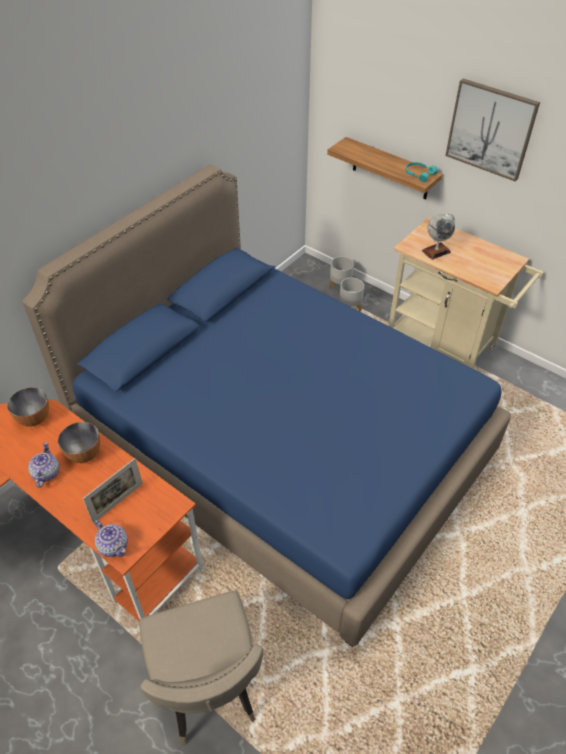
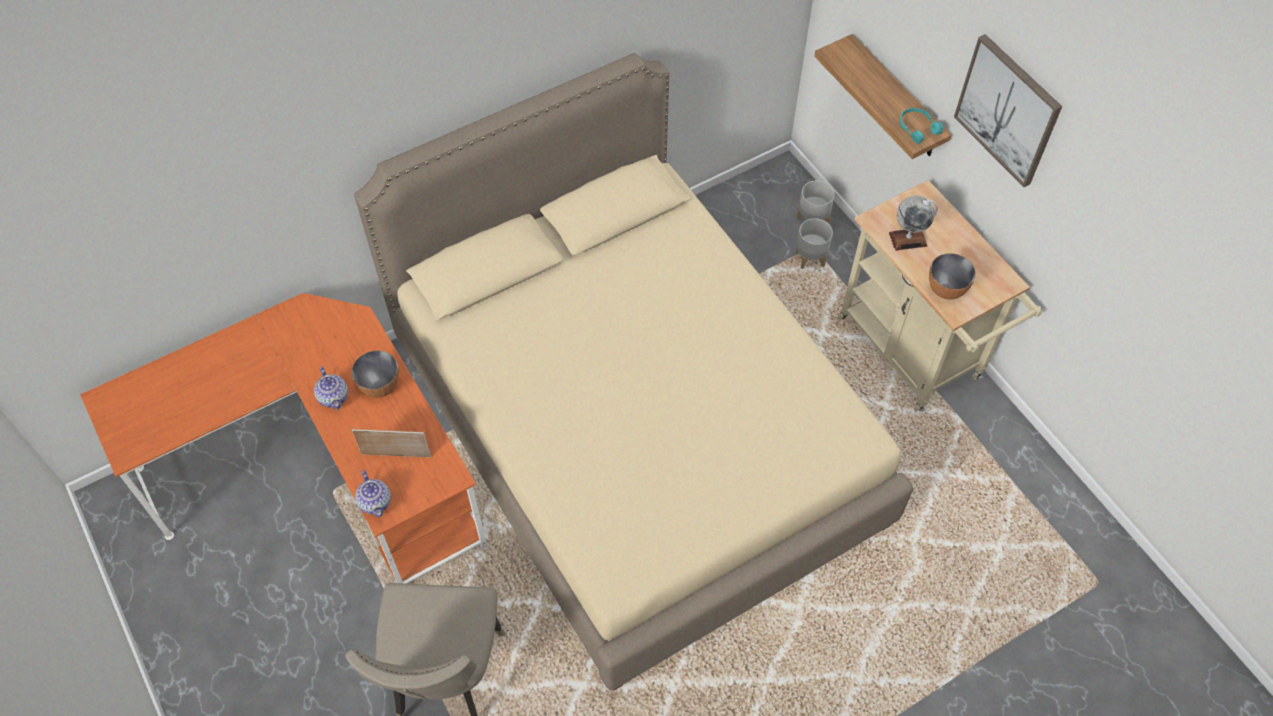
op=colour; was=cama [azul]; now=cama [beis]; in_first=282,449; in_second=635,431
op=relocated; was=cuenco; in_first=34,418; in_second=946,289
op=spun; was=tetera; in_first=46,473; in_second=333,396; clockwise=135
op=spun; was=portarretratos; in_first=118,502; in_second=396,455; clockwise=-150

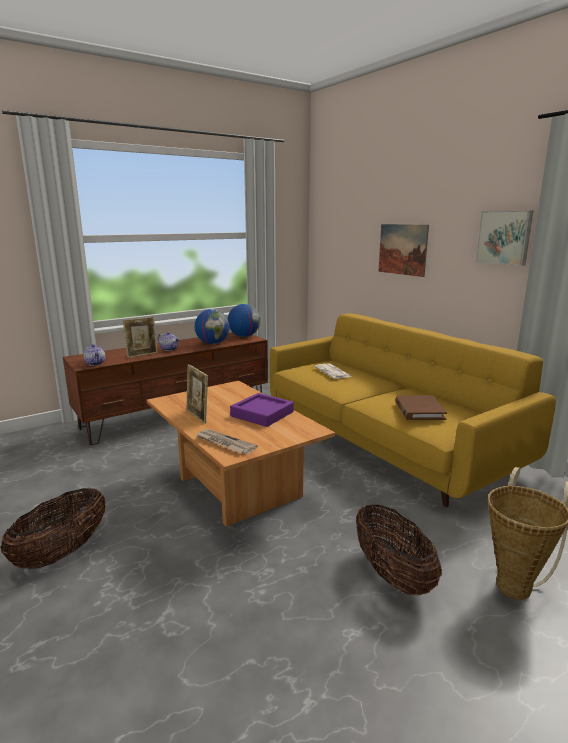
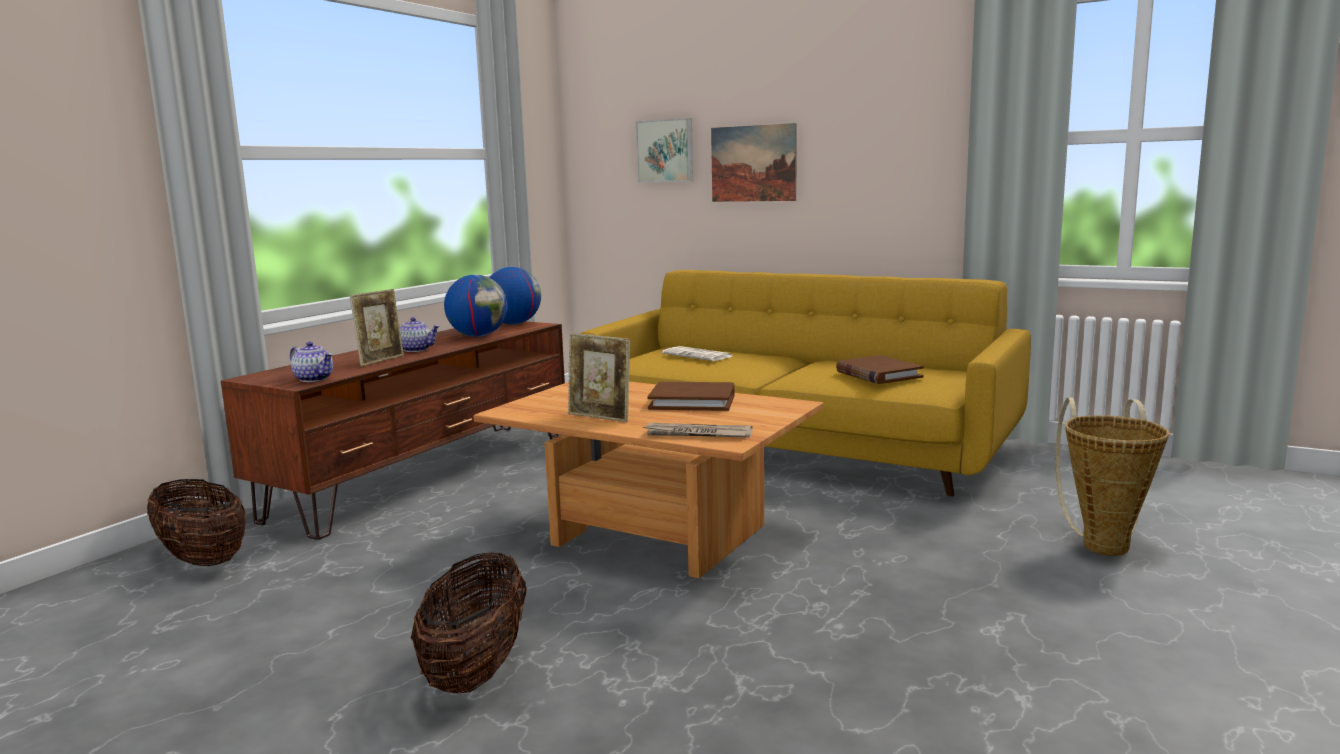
op=relocated; was=cuadro; in_first=504,237; in_second=666,151
op=exchanged; was=bandeja [morado]; now=libro [marrón]; in_first=262,414; in_second=692,401
op=relocated; was=cesta; in_first=392,575; in_second=203,559

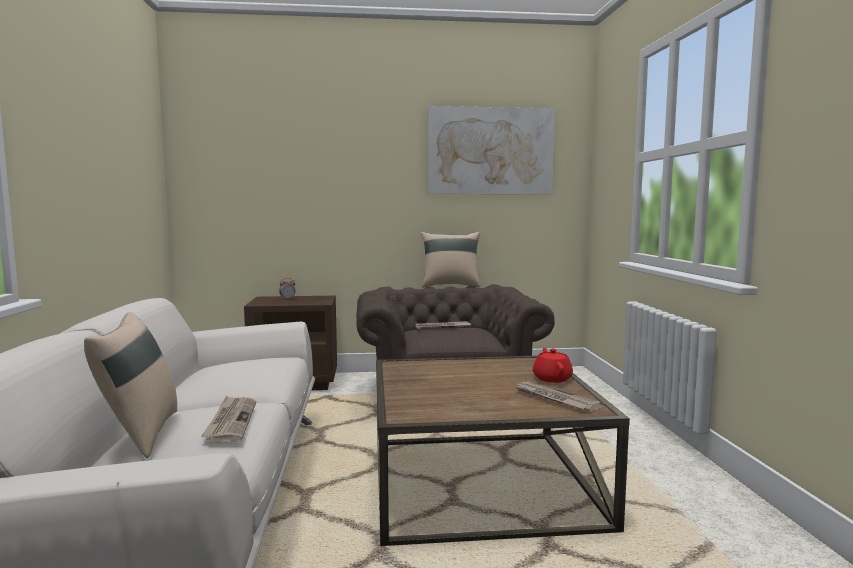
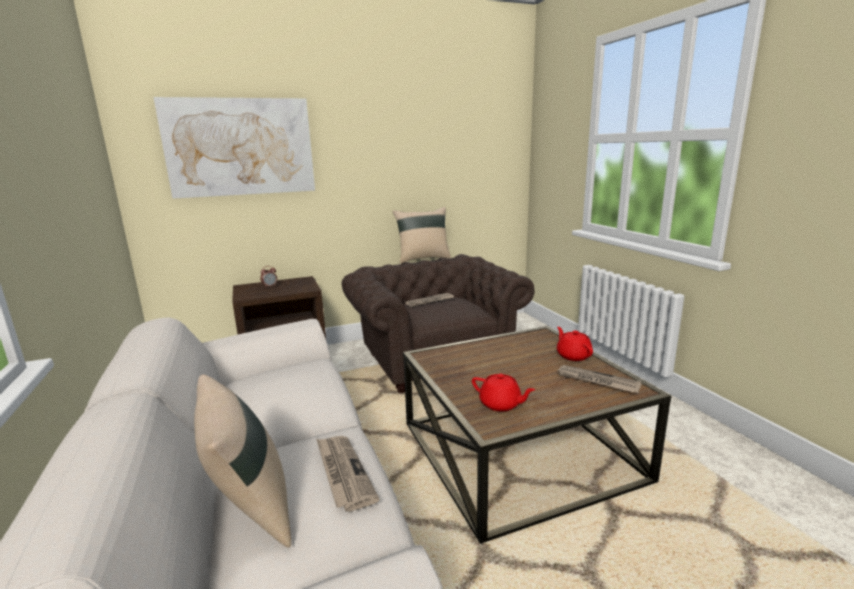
op=relocated; was=cuadro; in_first=490,151; in_second=240,147
op=appeared; now=tetera [rojo]; in_second=501,404

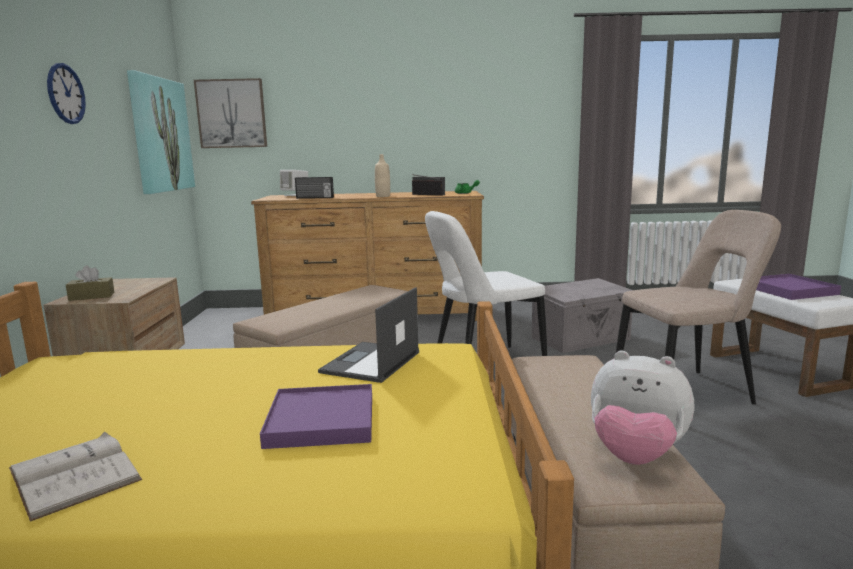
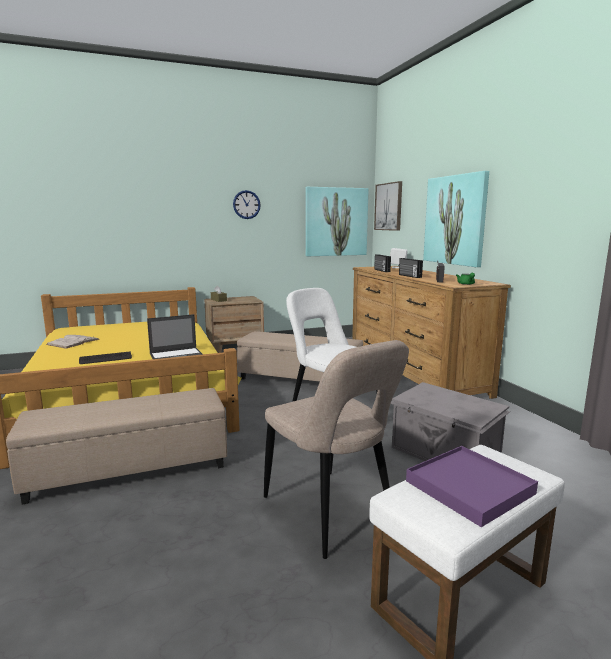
op=exchanged; was=botella [beis]; now=radio; in_first=383,196; in_second=409,276
op=spun; was=portátil; in_first=370,363; in_second=177,356; clockwise=150
op=missing; was=peluche; in_first=635,456
op=exchanged; was=bandeja [morado]; now=teclado; in_first=321,420; in_second=105,359
op=appeared; now=cuadro; in_second=455,220

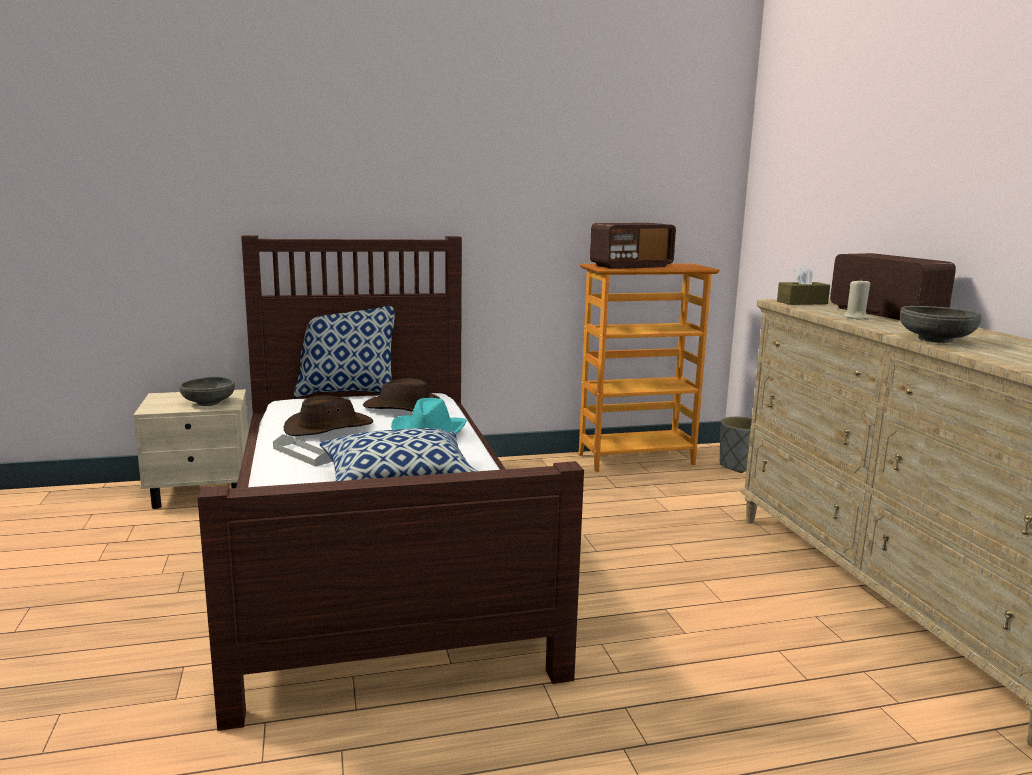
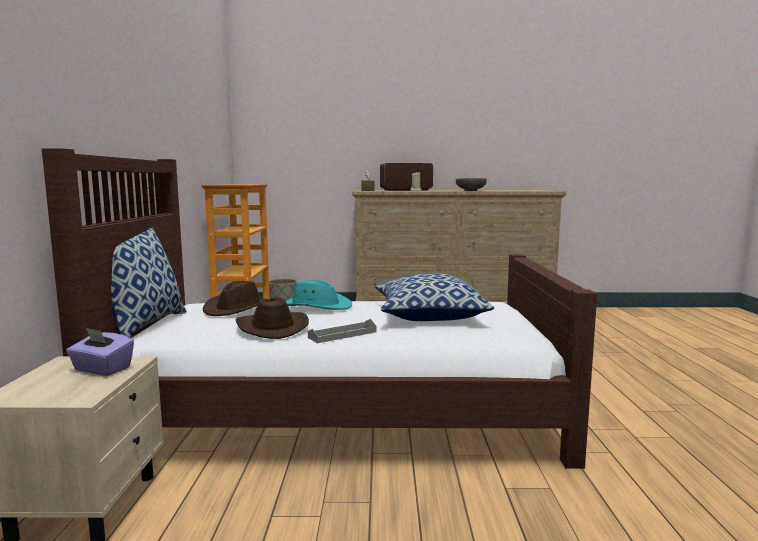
op=missing; was=radio; in_first=631,266
op=exchanged; was=cuenco [gris]; now=caja de pañuelos [morado]; in_first=209,403; in_second=101,369

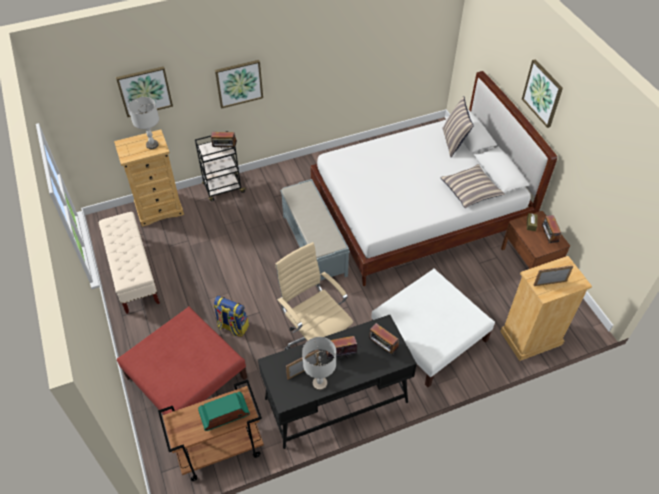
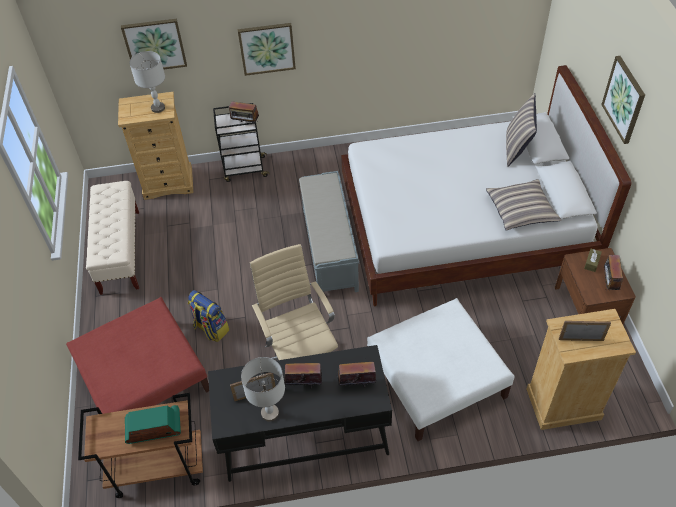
op=spun; was=radio; in_first=382,347; in_second=356,383; clockwise=120

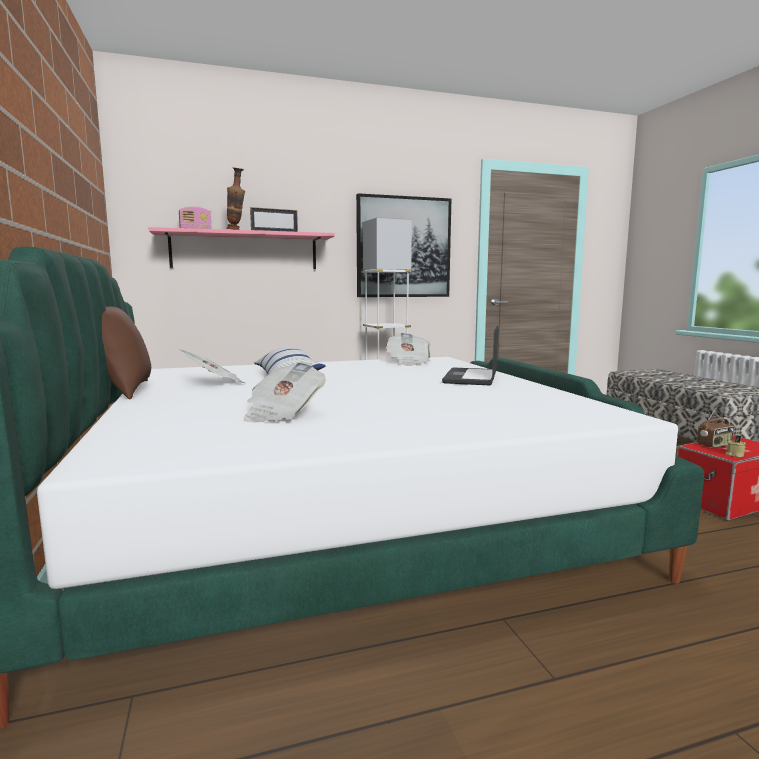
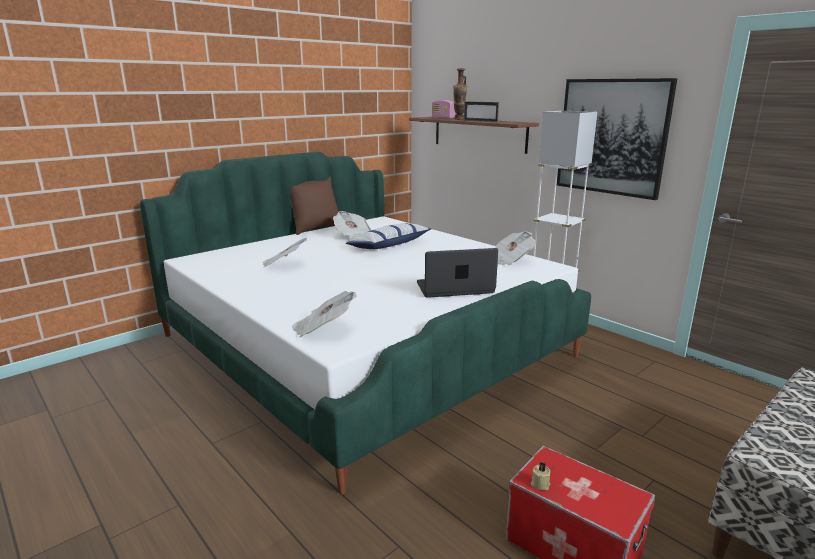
op=colour; was=estante [rosa]; now=estante [marrón]; in_first=245,251; in_second=479,134
op=missing; was=radio; in_first=714,445
op=appeared; now=periódico; in_second=323,329

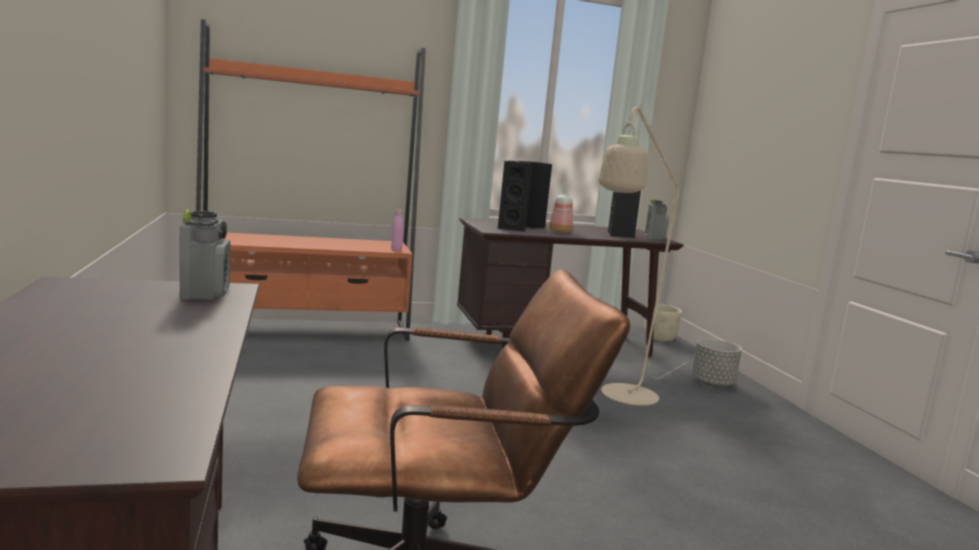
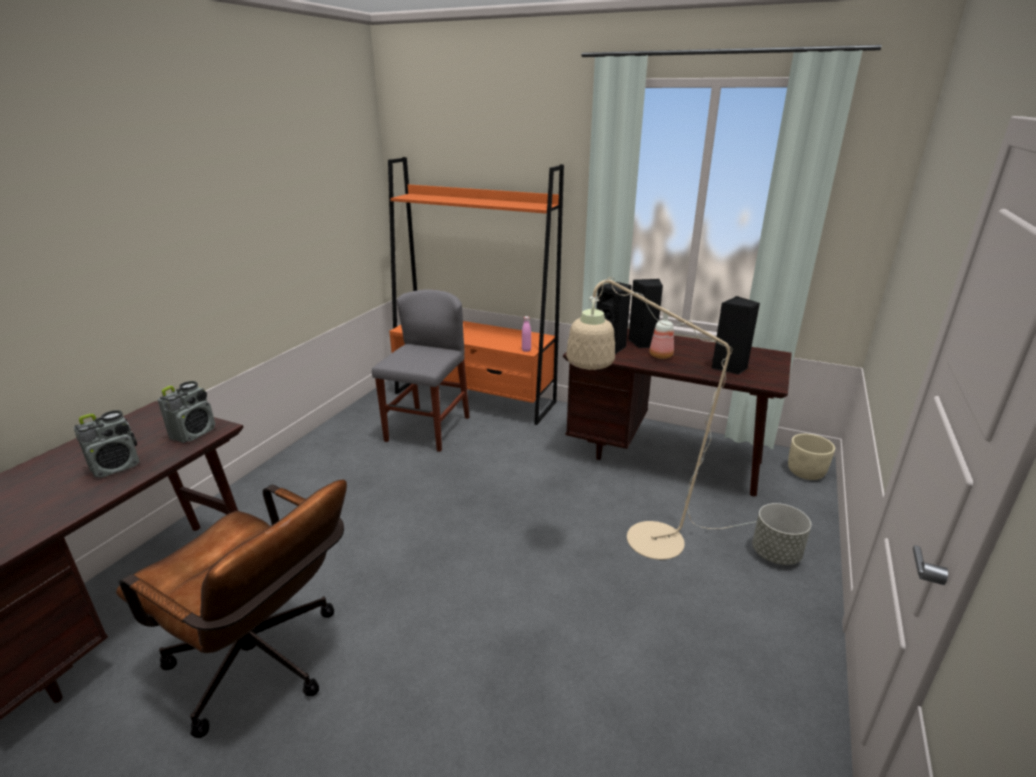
op=relocated; was=radio; in_first=654,238; in_second=117,467
op=appeared; now=silla [gris]; in_second=427,429

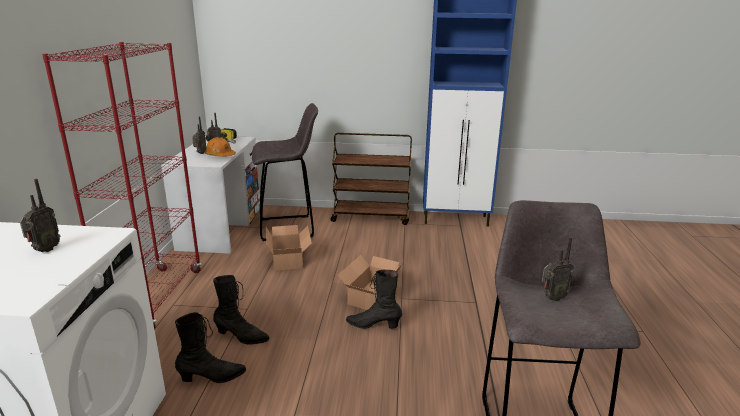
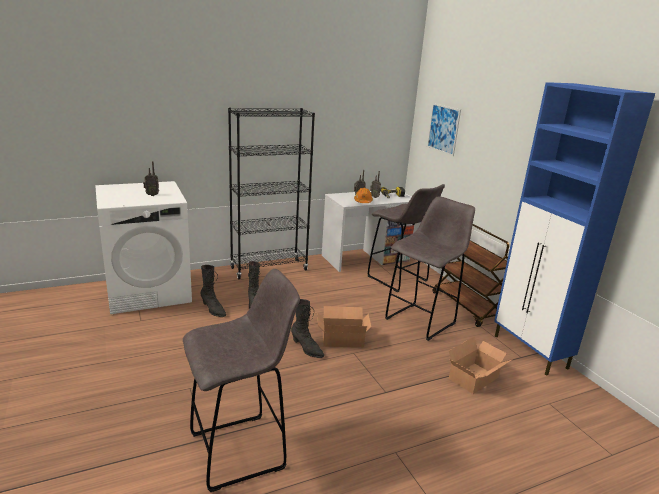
op=colour; was=estantería [rojo]; now=estantería [negro]; in_first=157,298; in_second=269,269
op=relocated; was=caja de cartón; in_first=289,258; in_second=476,378
op=missing; was=radio; in_first=552,298
op=spun; was=bota [negro]; in_first=373,325; in_second=306,349; clockwise=150
op=appeared; now=cuadro; in_second=443,129
op=appeared; now=taburete [gris]; in_second=421,320

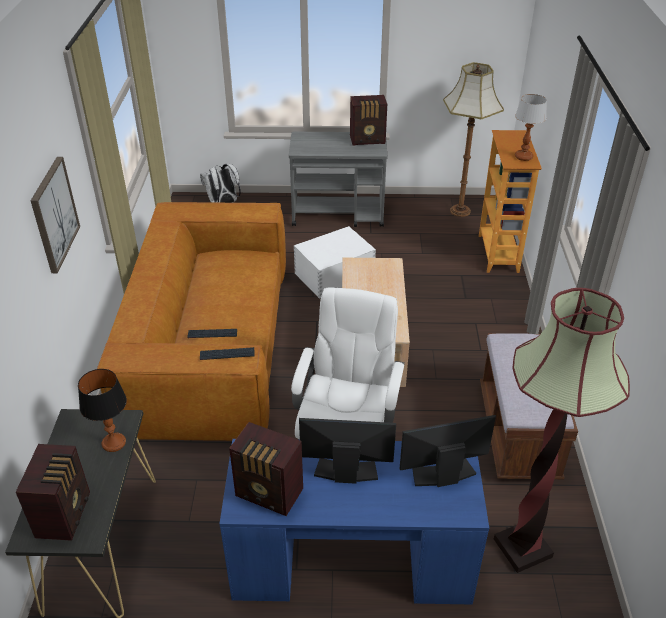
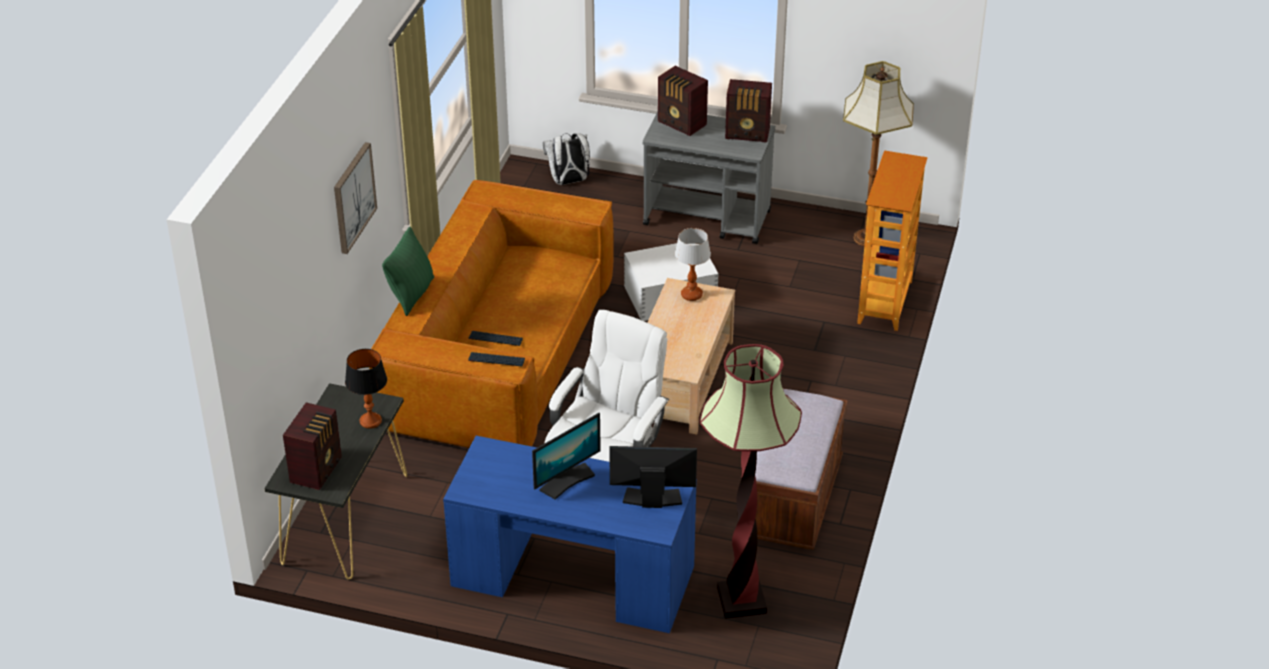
op=relocated; was=lámpara de mesa; in_first=523,157; in_second=691,295
op=spun; was=monitor; in_first=346,472; in_second=566,480; clockwise=120
op=relocated; was=radio; in_first=270,494; in_second=682,124
op=appeared; now=cojín [verde]; in_second=411,294

